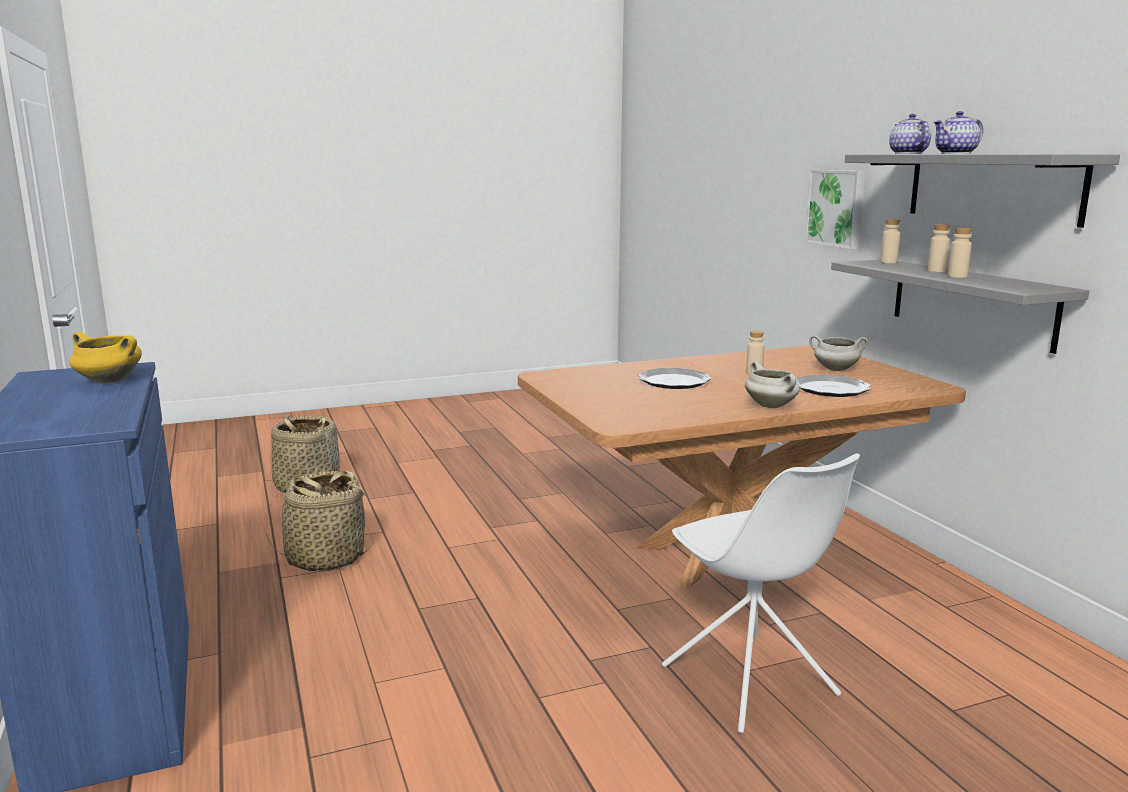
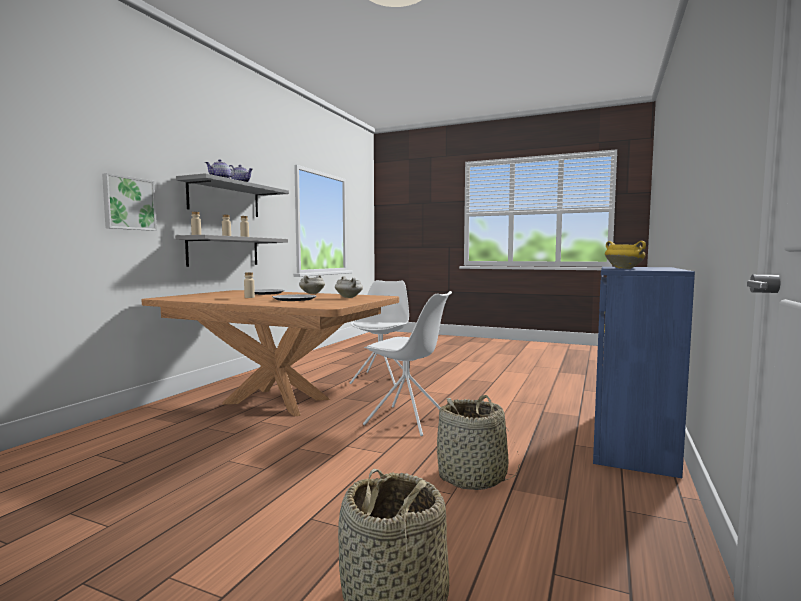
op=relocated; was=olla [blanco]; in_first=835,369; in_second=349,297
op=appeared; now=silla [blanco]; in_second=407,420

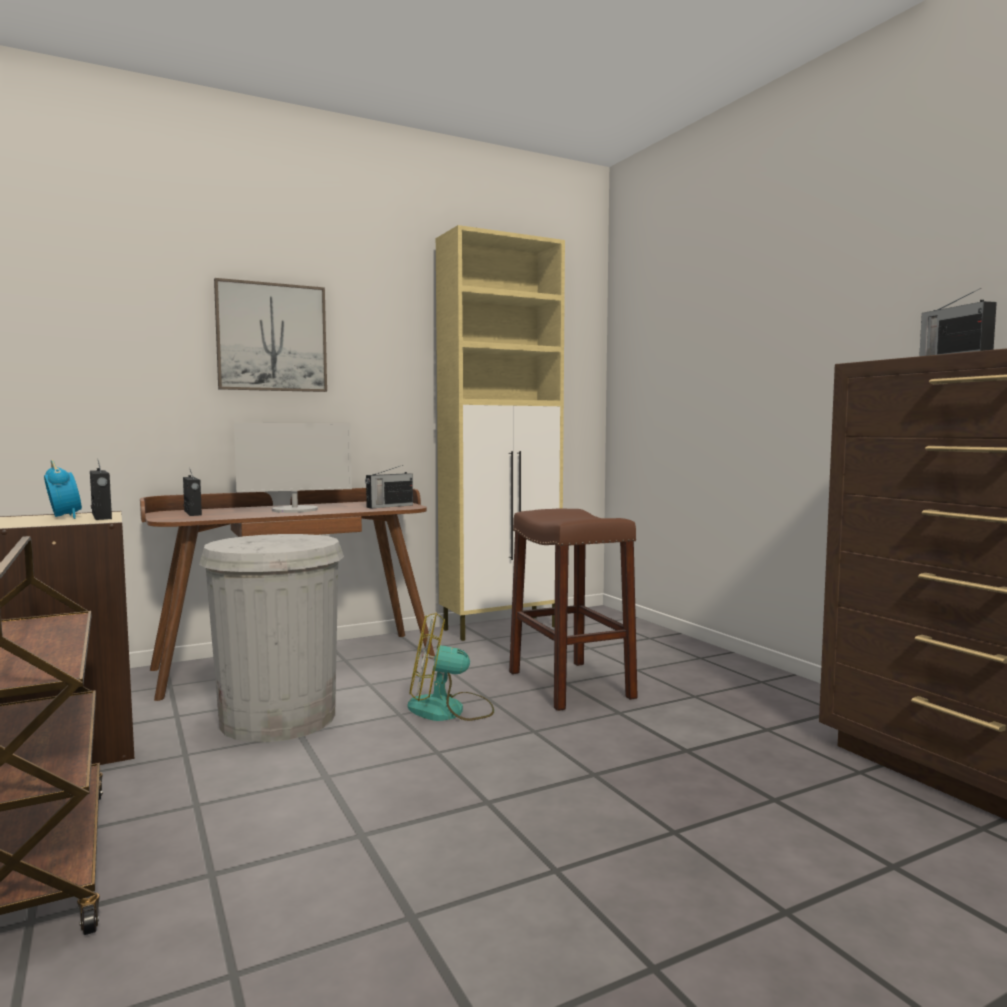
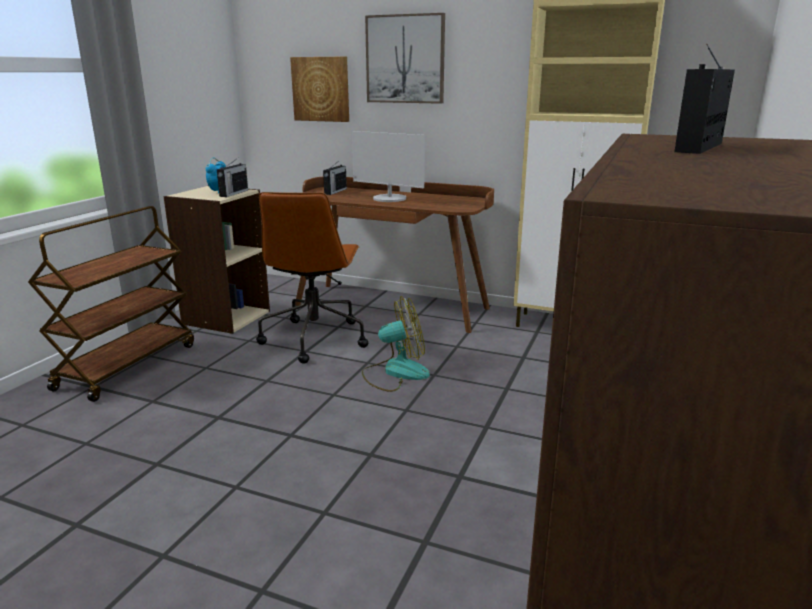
op=missing; was=radio; in_first=389,506
op=missing; was=taburete [marrón]; in_first=570,684
op=exchanged; was=papelera [blanco]; now=silla de oficina [marrón]; in_first=278,719; in_second=314,338
op=spun; was=ventilador; in_first=449,710; in_second=395,372; clockwise=120
op=appeared; now=cuadro; in_second=321,89

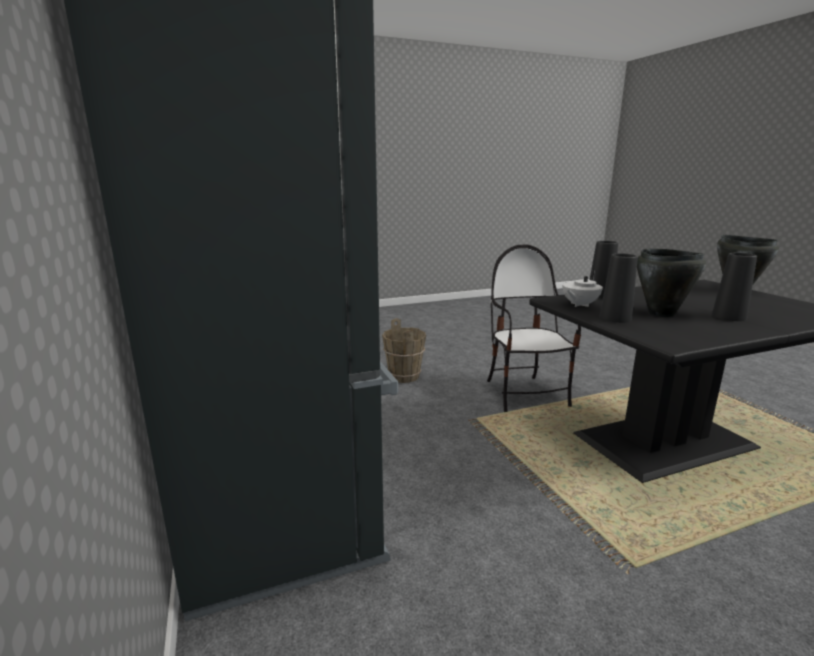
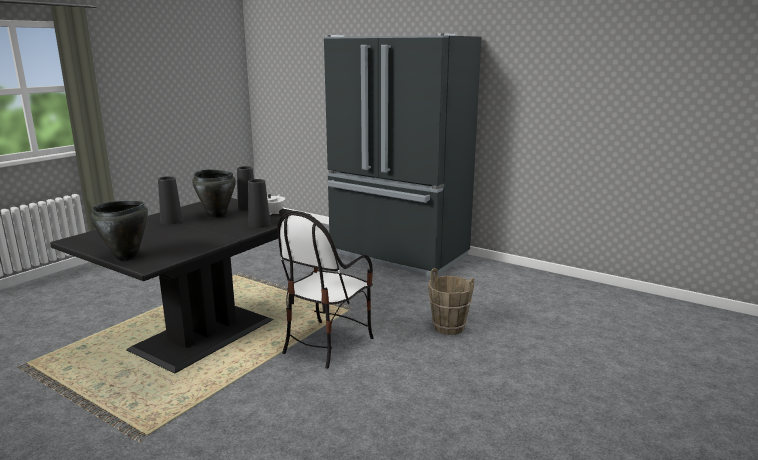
op=spun; was=silla; in_first=525,394; in_second=327,343; clockwise=75

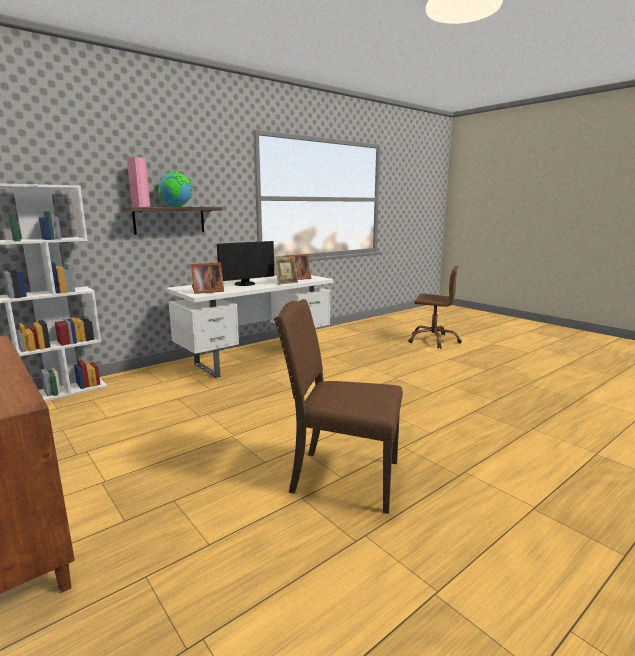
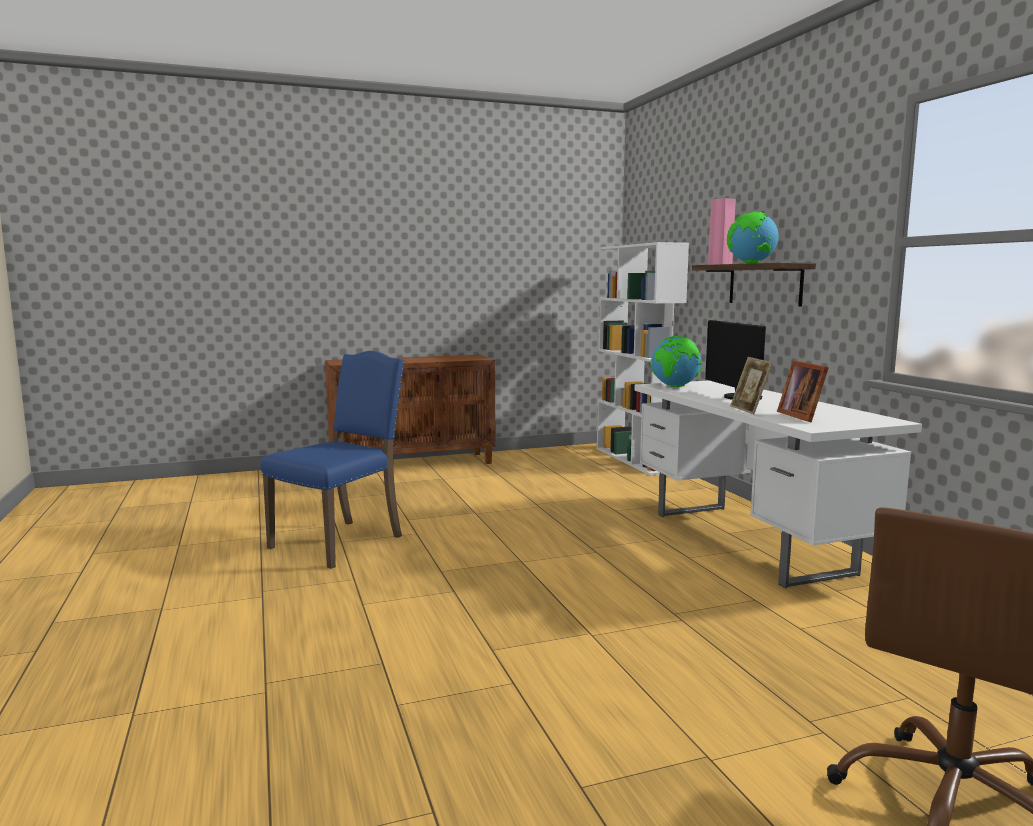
op=exchanged; was=portarretratos; now=globo terráqueo; in_first=206,292; in_second=675,387
op=colour; was=silla [marrón]; now=silla [azul]; in_first=342,477; in_second=341,542

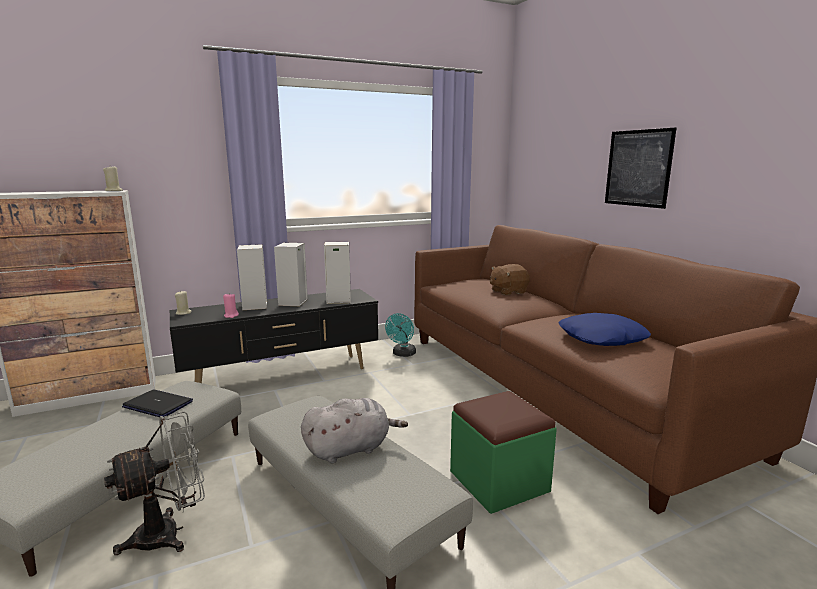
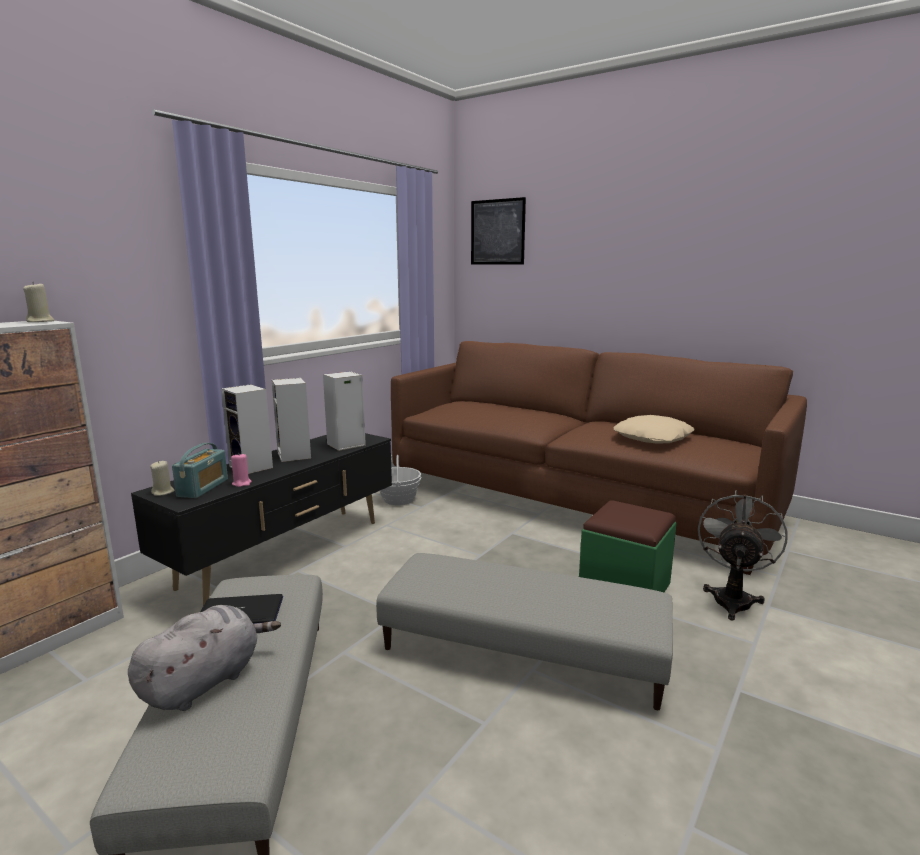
op=relocated; was=cuadro; in_first=638,168; in_second=497,232
op=missing; was=peluche [marrón]; in_first=508,292
op=exchanged; was=ventilador [turquesa]; now=cesta; in_first=402,354; in_second=398,499
op=colour; was=cojín [azul]; now=cojín [beis]; in_first=602,338; in_second=653,438
op=relocated; was=peluche [gris]; in_first=351,449; in_second=205,681
op=relocated; was=ventilador [gris]; in_first=169,533; in_second=732,598
op=appeared; now=radio; in_second=203,488

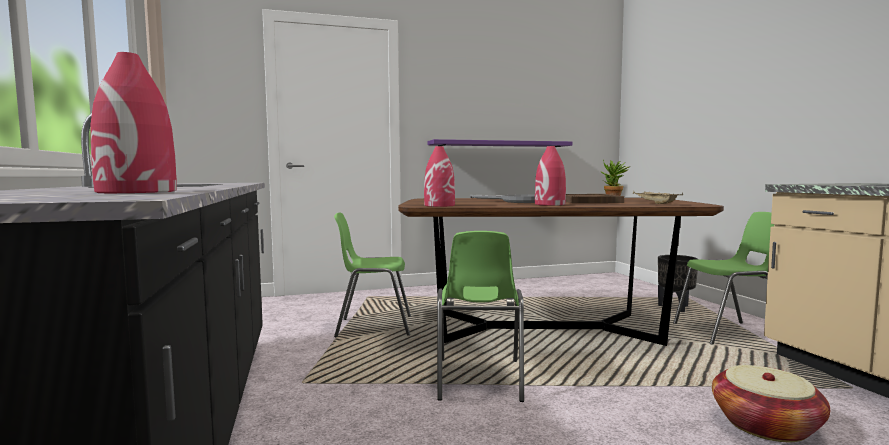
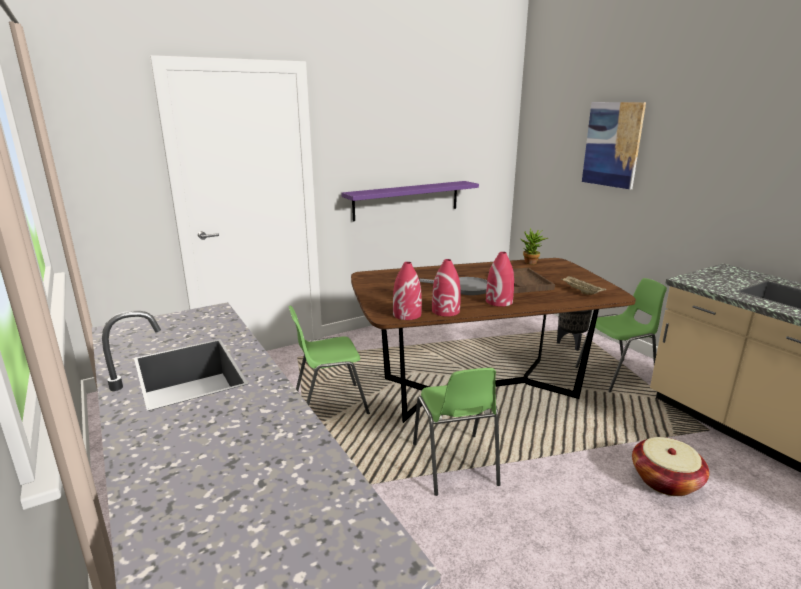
op=relocated; was=florero [rojo]; in_first=137,192; in_second=446,311
op=appeared; now=cuadro; in_second=612,144

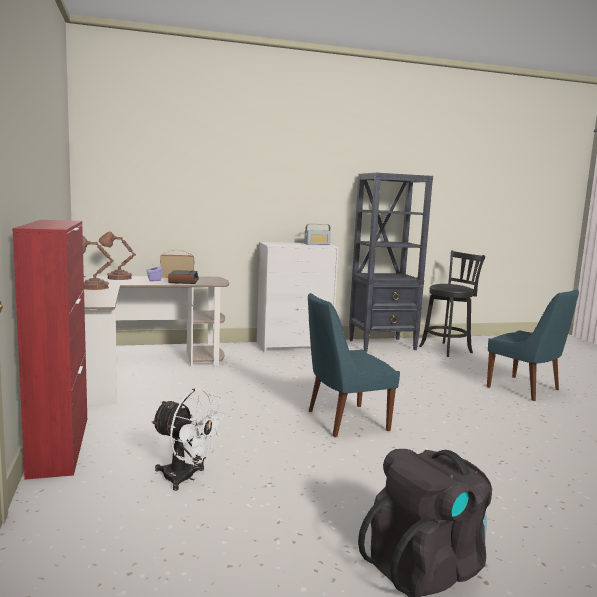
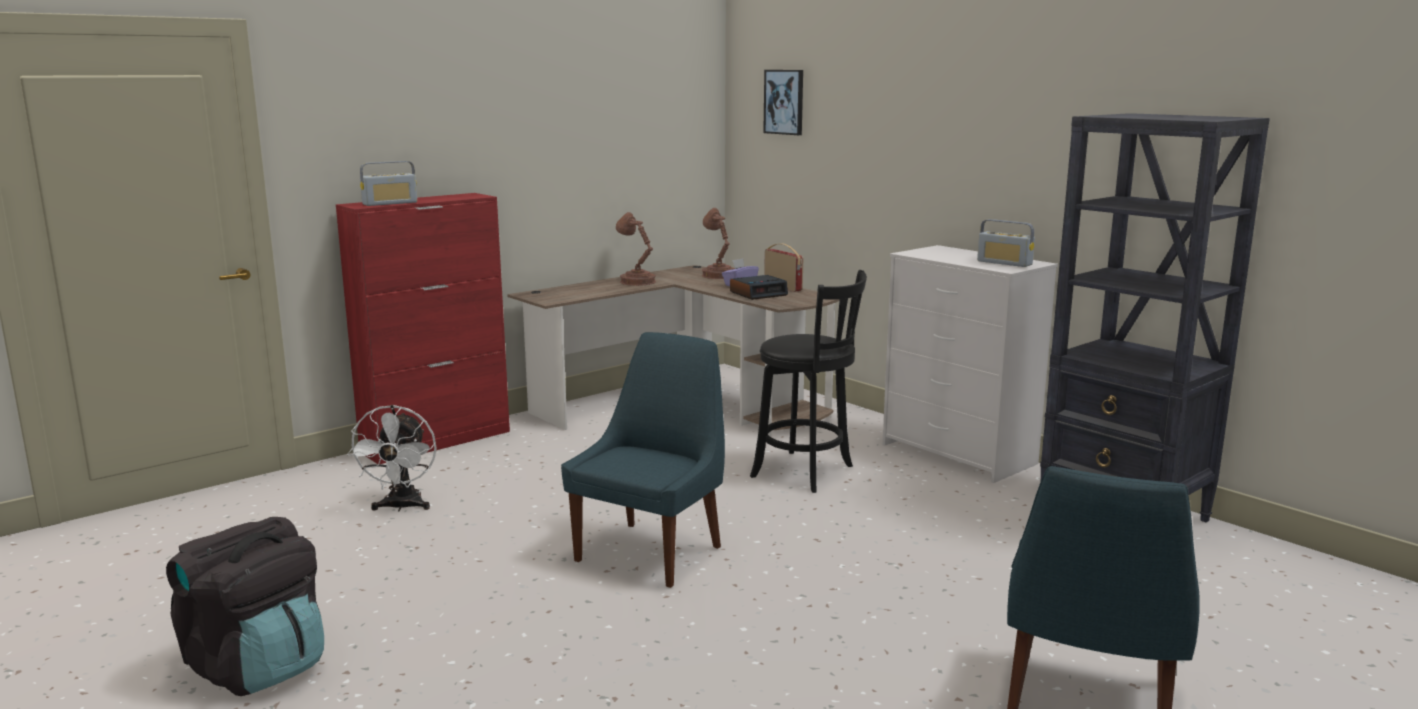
op=relocated; was=taburete [negro]; in_first=447,349; in_second=807,472
op=spun; was=silla [azul]; in_first=344,421; in_second=652,552; clockwise=75
op=appeared; now=cuadro; in_second=784,102
op=appeared; now=radio; in_second=390,203

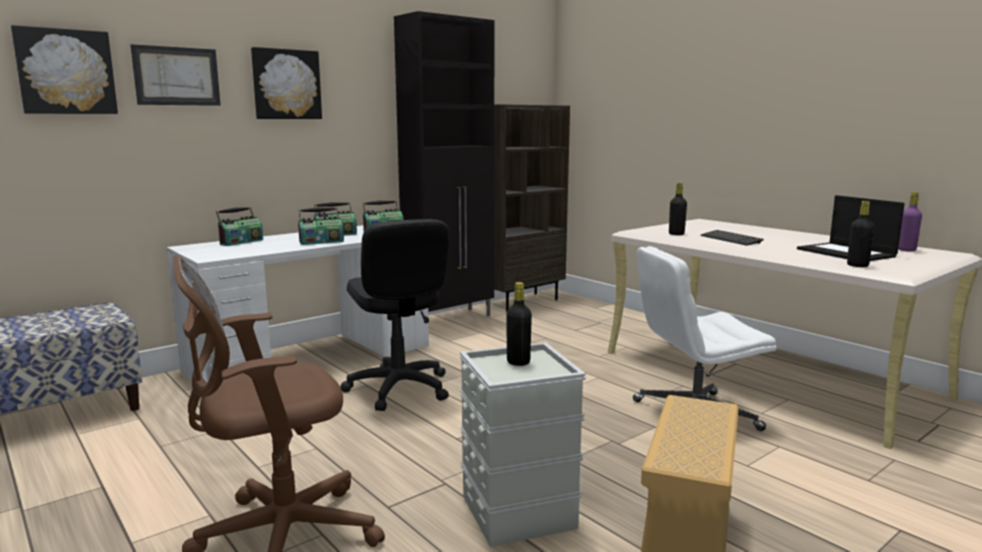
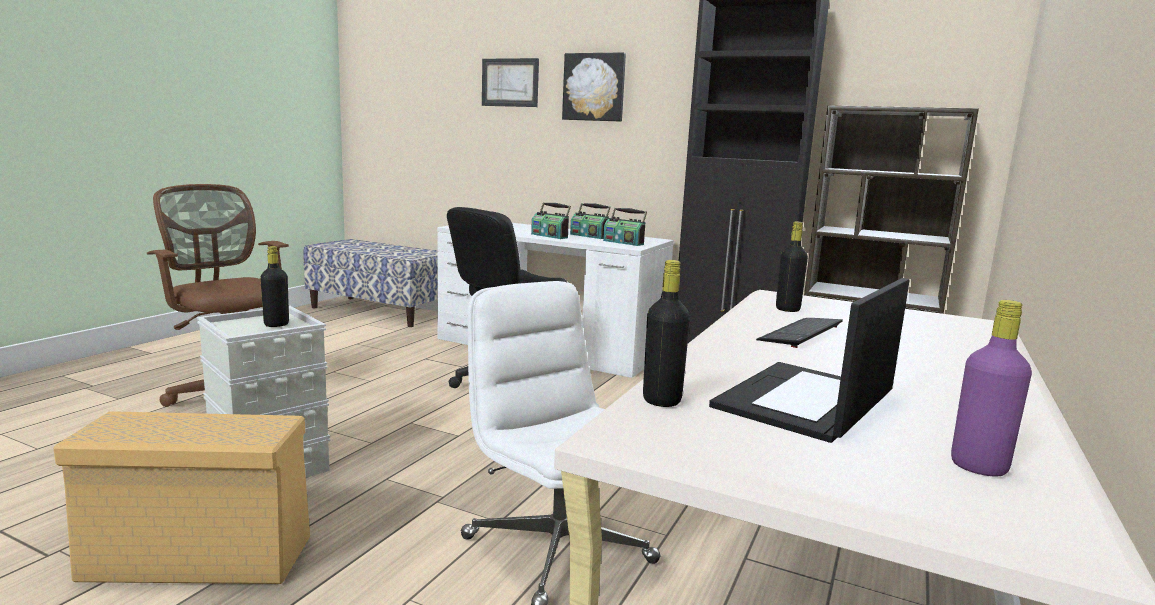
op=missing; was=cuadro; in_first=66,72
op=missing; was=radio; in_first=241,242

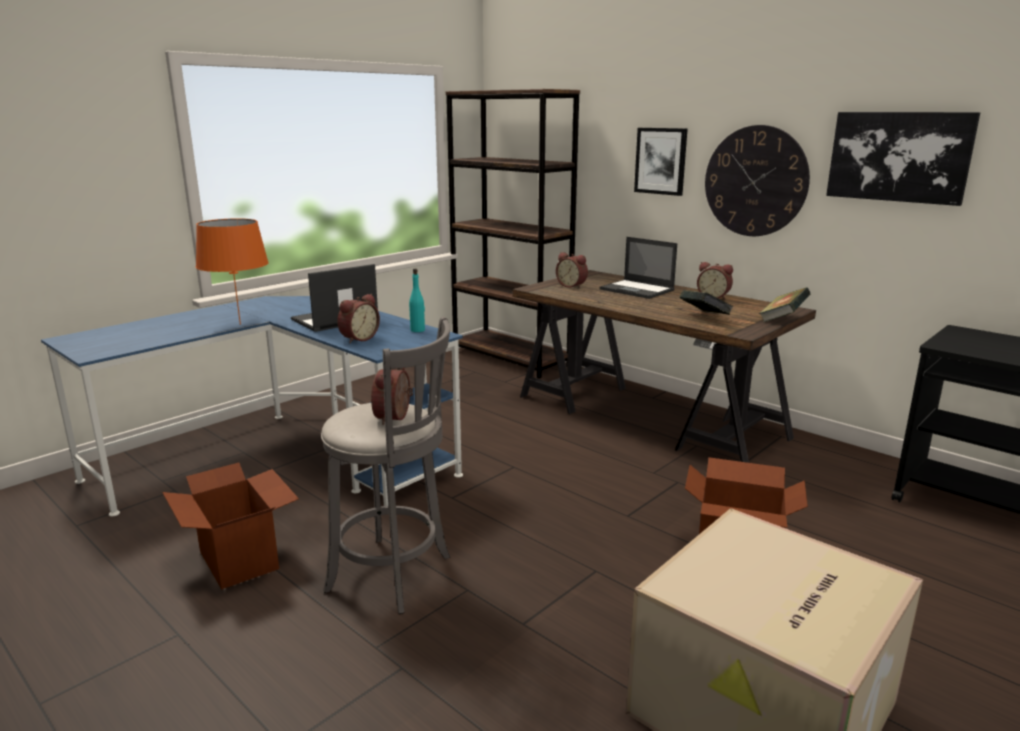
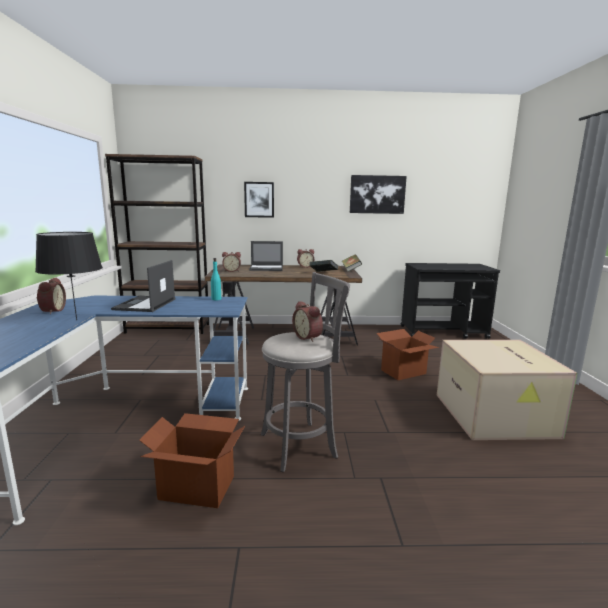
op=missing; was=reloj de pared; in_first=755,181
op=colour; was=lámpara de mesa [naranja]; now=lámpara de mesa [negro]; in_first=240,324; in_second=76,319
op=relocated; was=despertador; in_first=358,338; in_second=51,311

